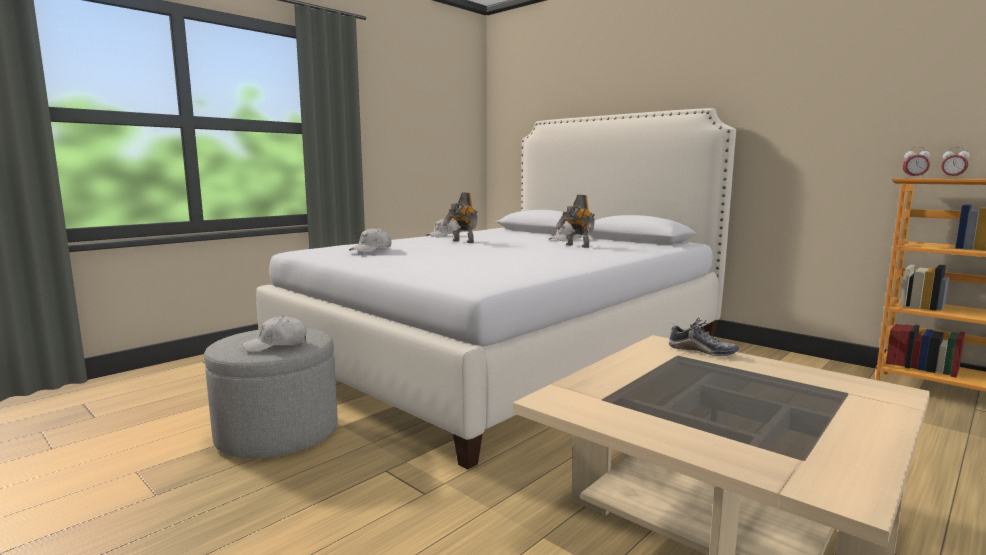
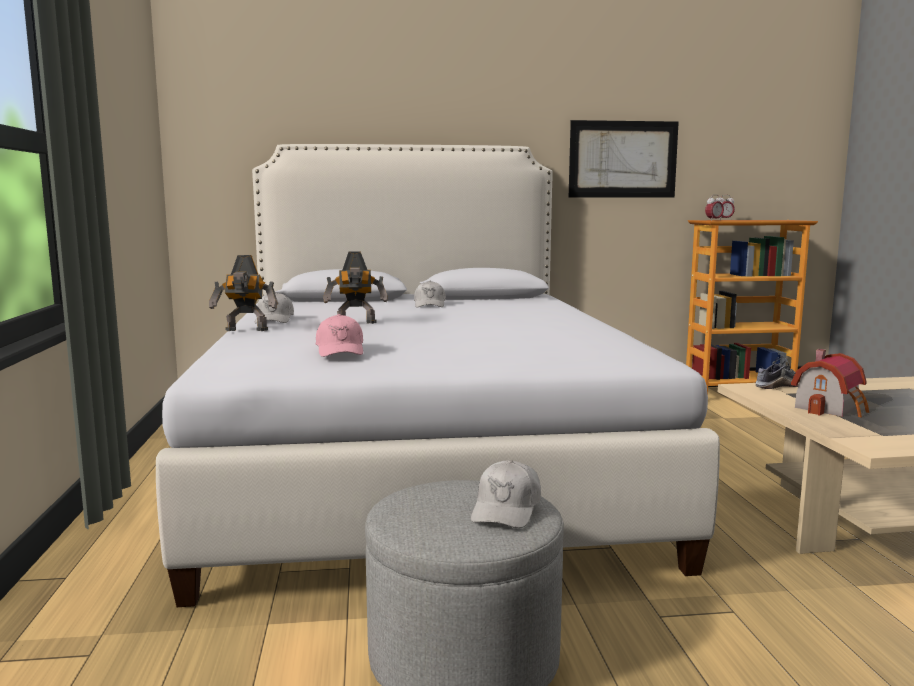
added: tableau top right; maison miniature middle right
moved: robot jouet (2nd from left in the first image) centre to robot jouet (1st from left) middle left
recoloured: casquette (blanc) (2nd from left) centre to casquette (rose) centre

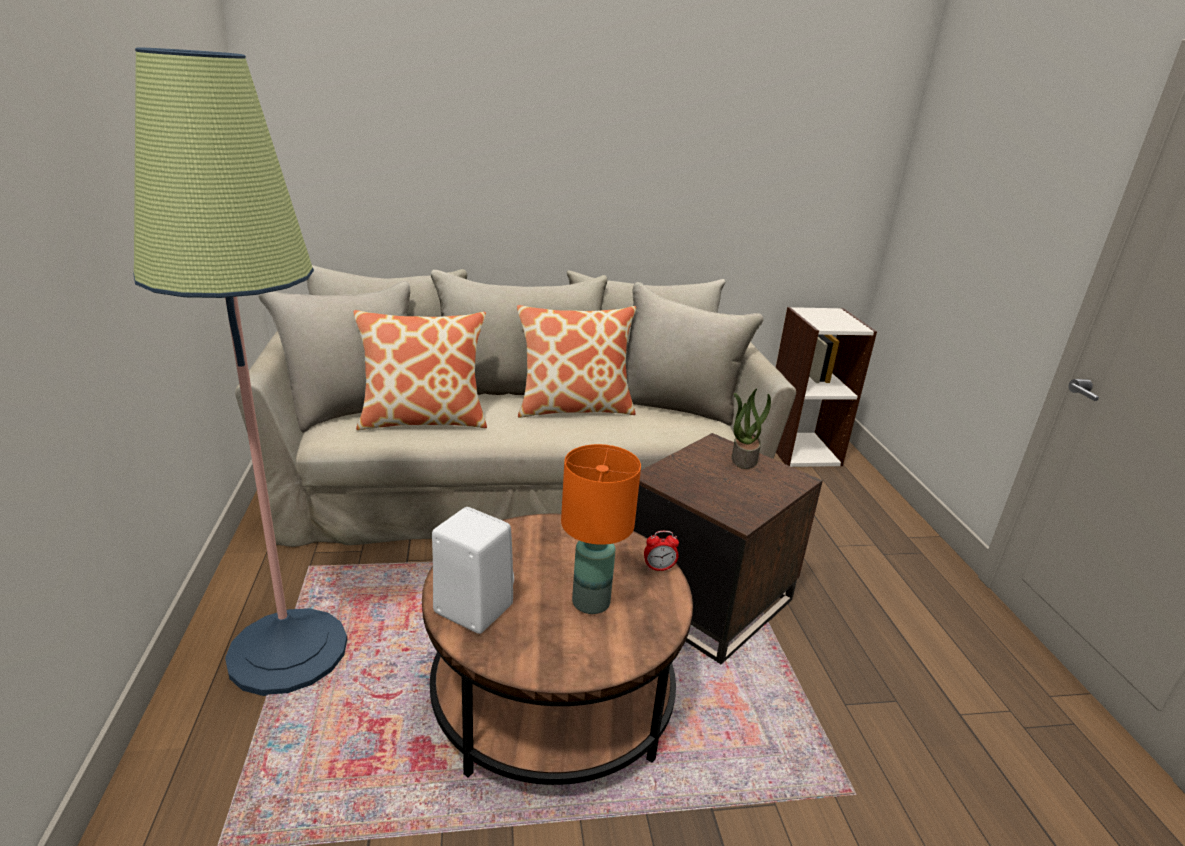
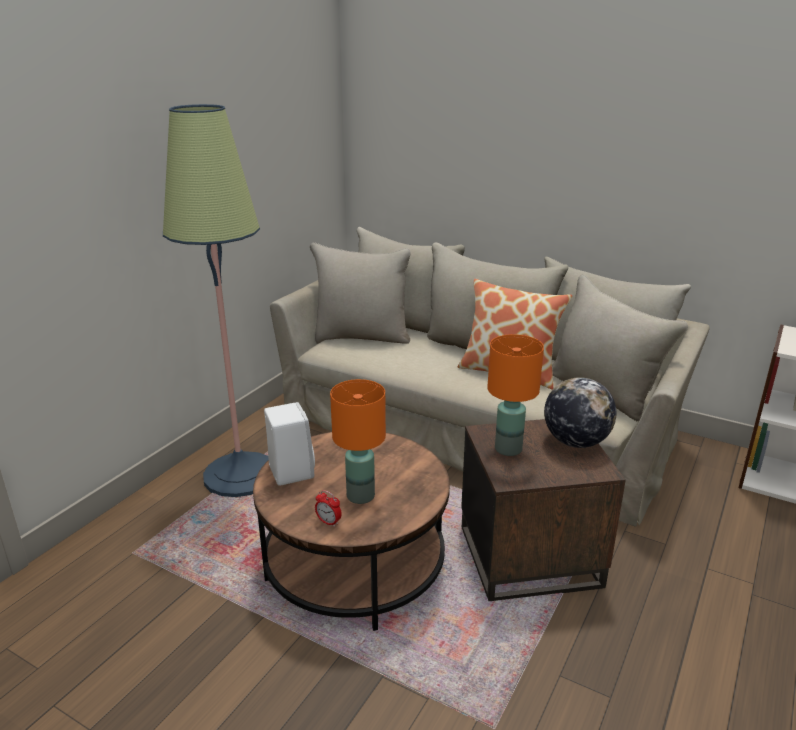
removed: coussin (1st from left) centre
added: lampe de table (orange) (2nd from left) centre
moved: réveil centre to bottom centre
replaced: plante en pot centre to globe middle right

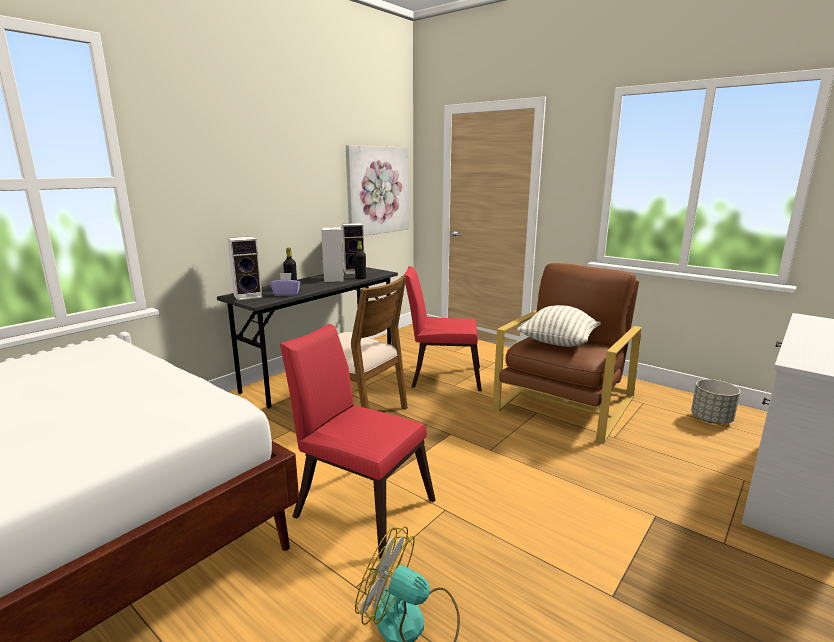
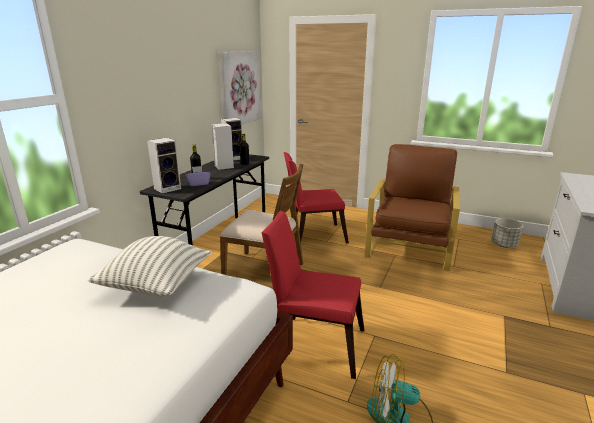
moved: coussin middle right to middle left

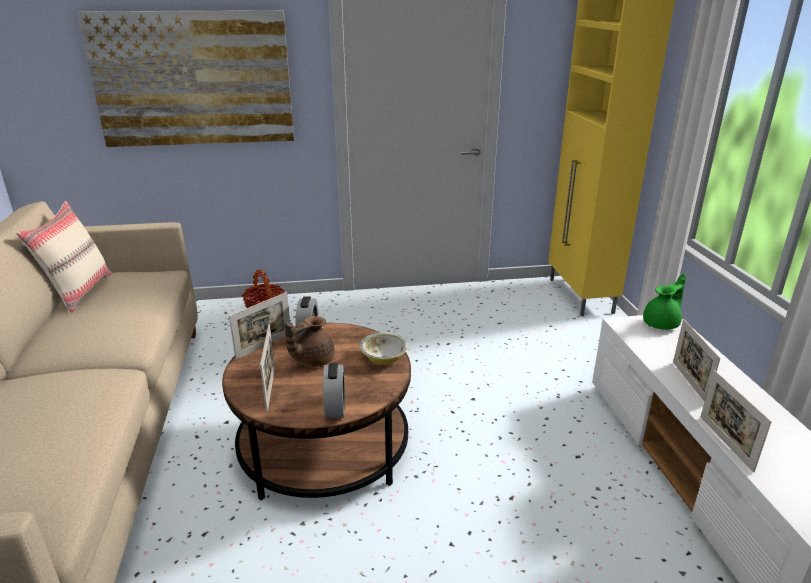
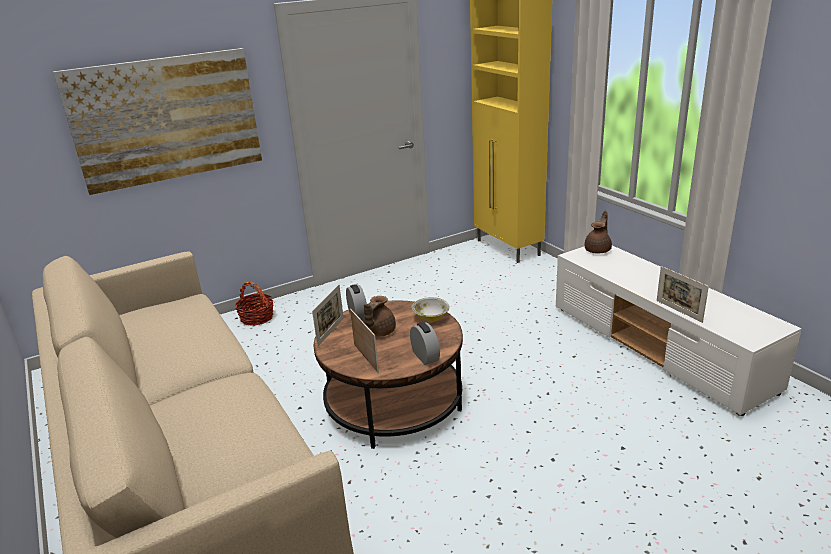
removed: coussin (beige) middle left; cadre photo (3rd from left) middle right
recoloured: théière (vert) middle right to théière (marron) (2nd from left) middle right

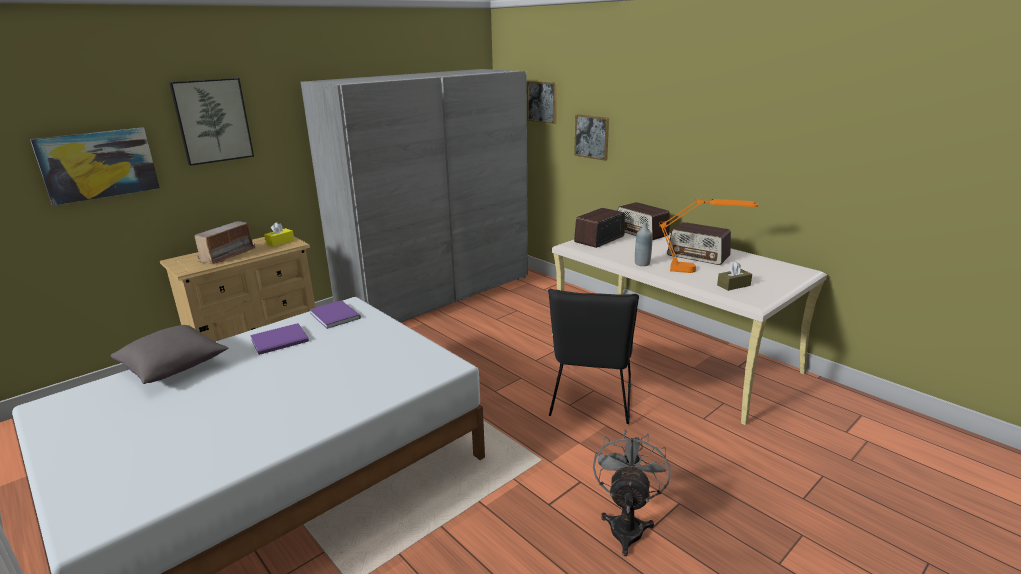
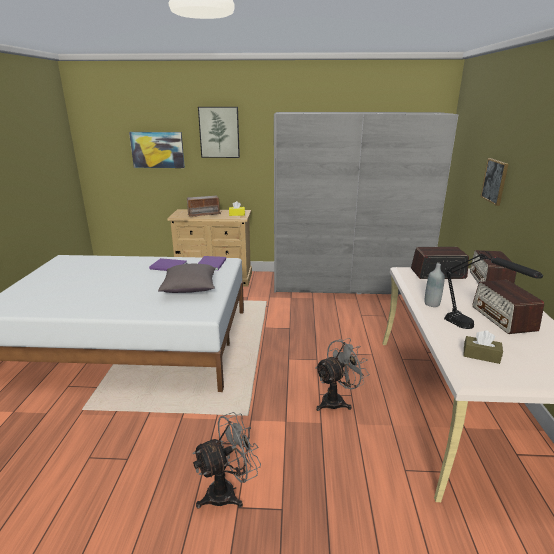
removed: tableau (3rd from left) top centre
moved: coussin (gris) middle left to centre
replaced: chaise (noir) centre to ventilateur (gris) (2nd from left) bottom centre
recoloured: lampe de table (orange) middle right to lampe de table (noir) middle right

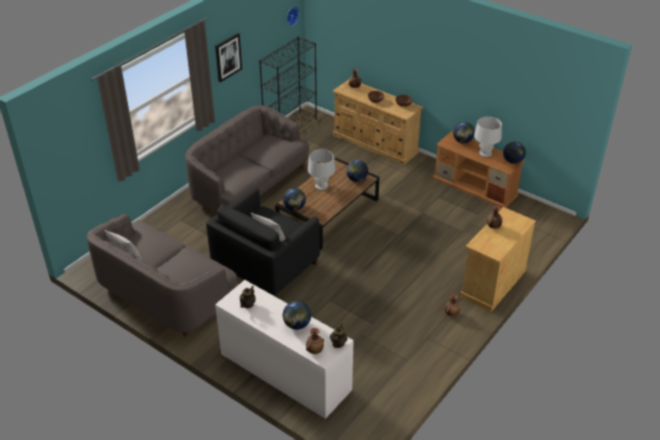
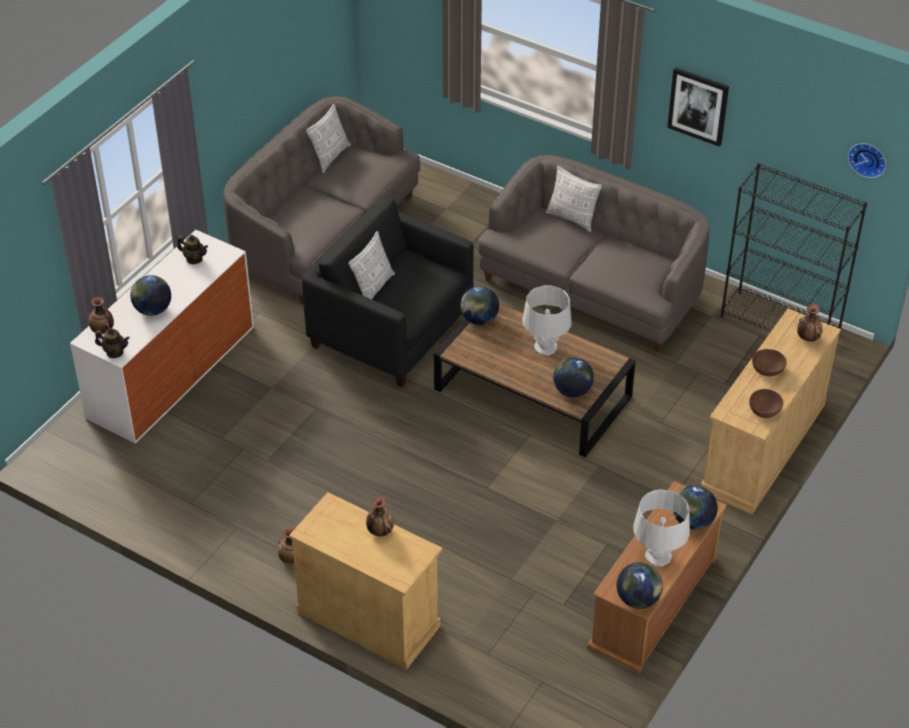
added: coussin (3rd from left) top centre

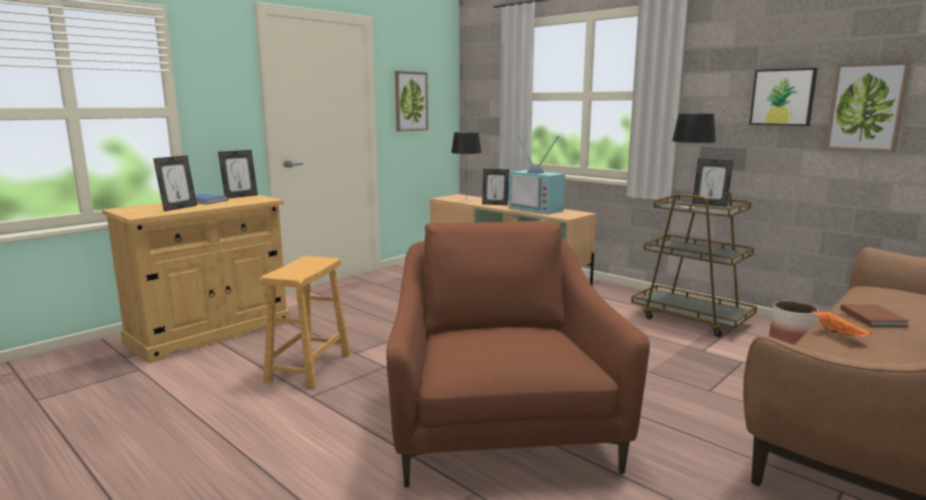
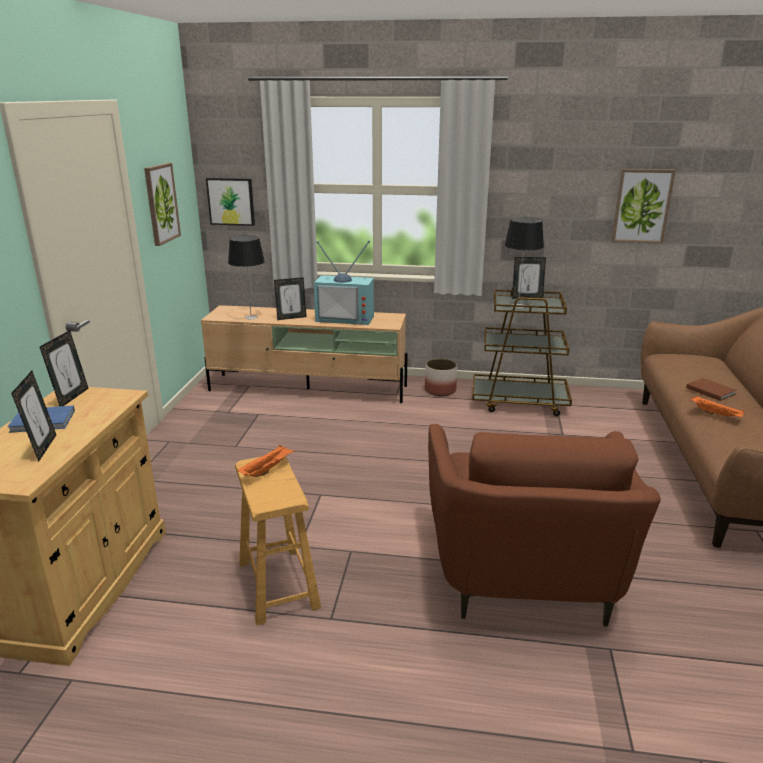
added: plateau (orange) (1st from left) centre
moved: tableau (2nd from left) top right to top left; cache-pot middle right to centre
turned: fauteuil (marron) bottom centre = bottom right 135 degrees counterclockwise

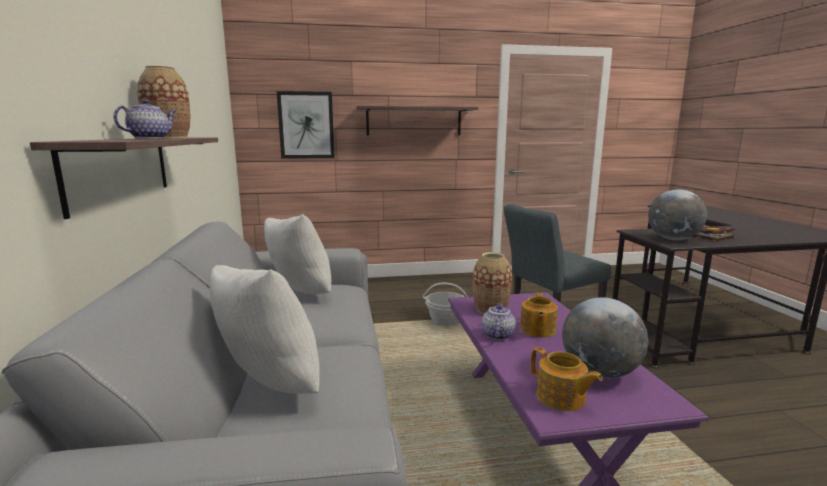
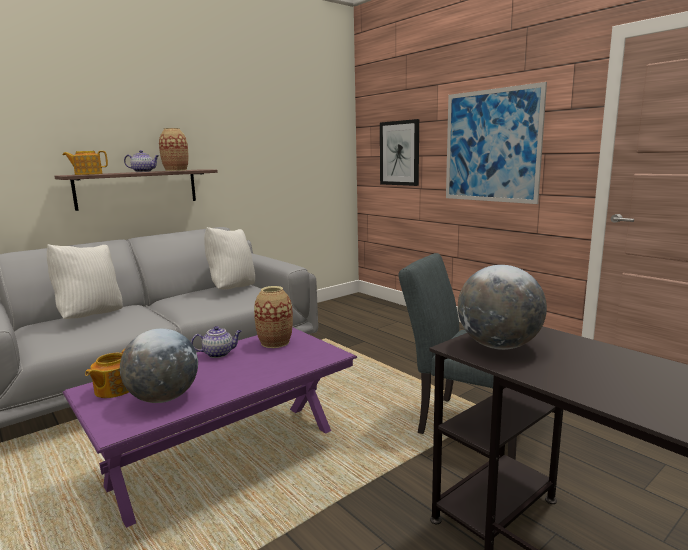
removed: panier centre; livre middle right
moved: théière (3rd from left in the first image) centre to théière (1st from left) top left
replaced: étagère (2nd from left) top centre to tableau (2nd from left) top right

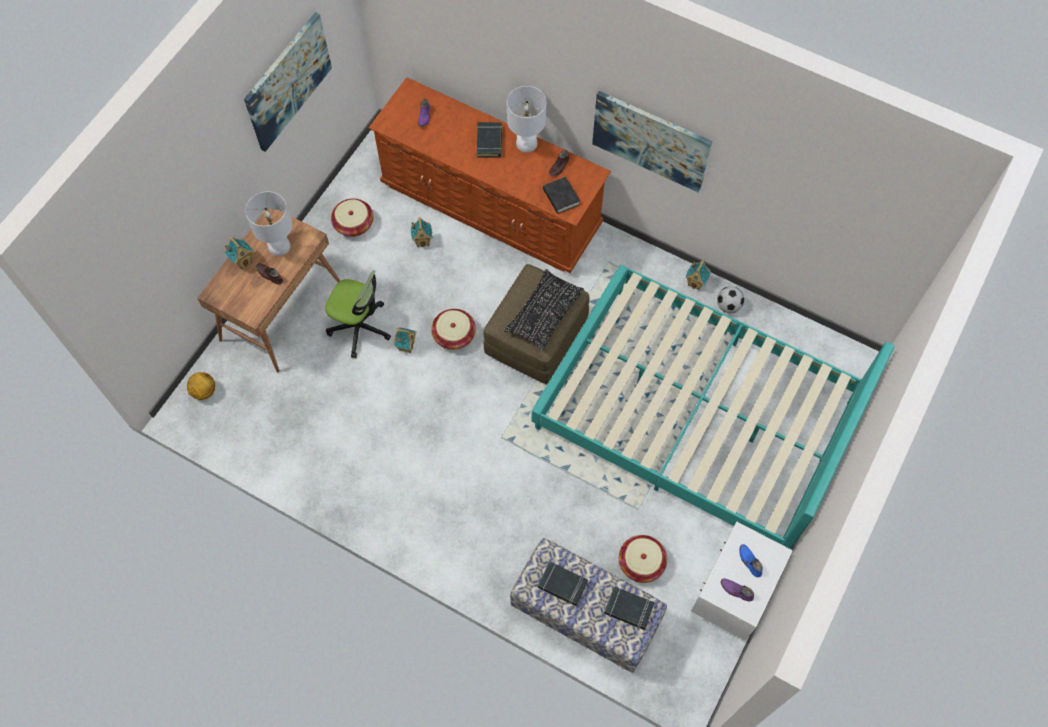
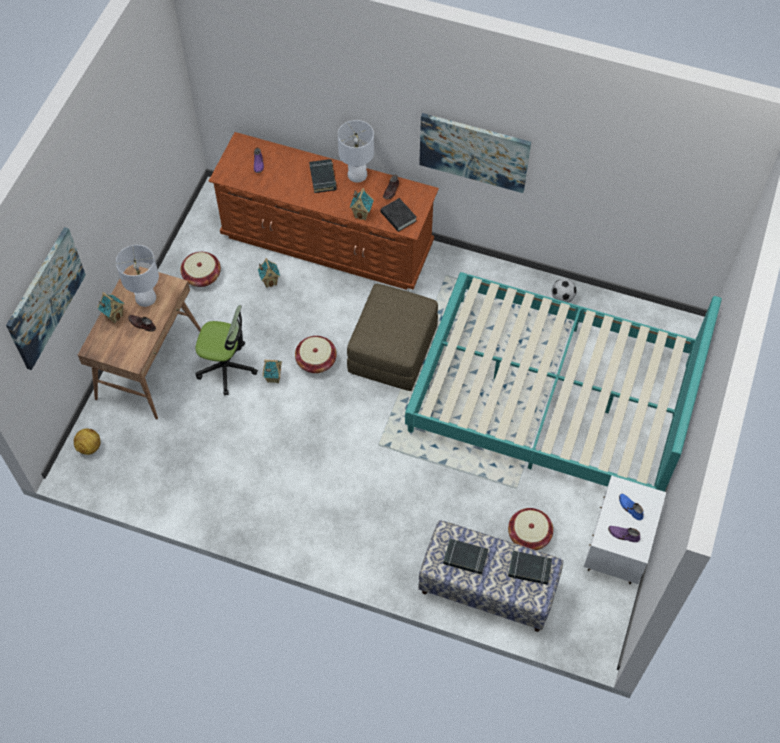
removed: coussin (noir) centre
moved: tableau (1st from left) top left to middle left; maison miniature (4th from left) centre to top centre

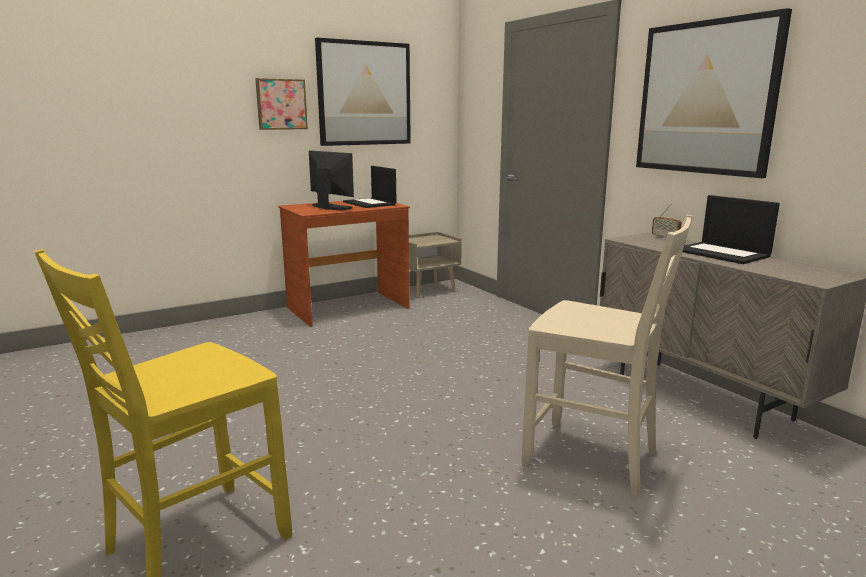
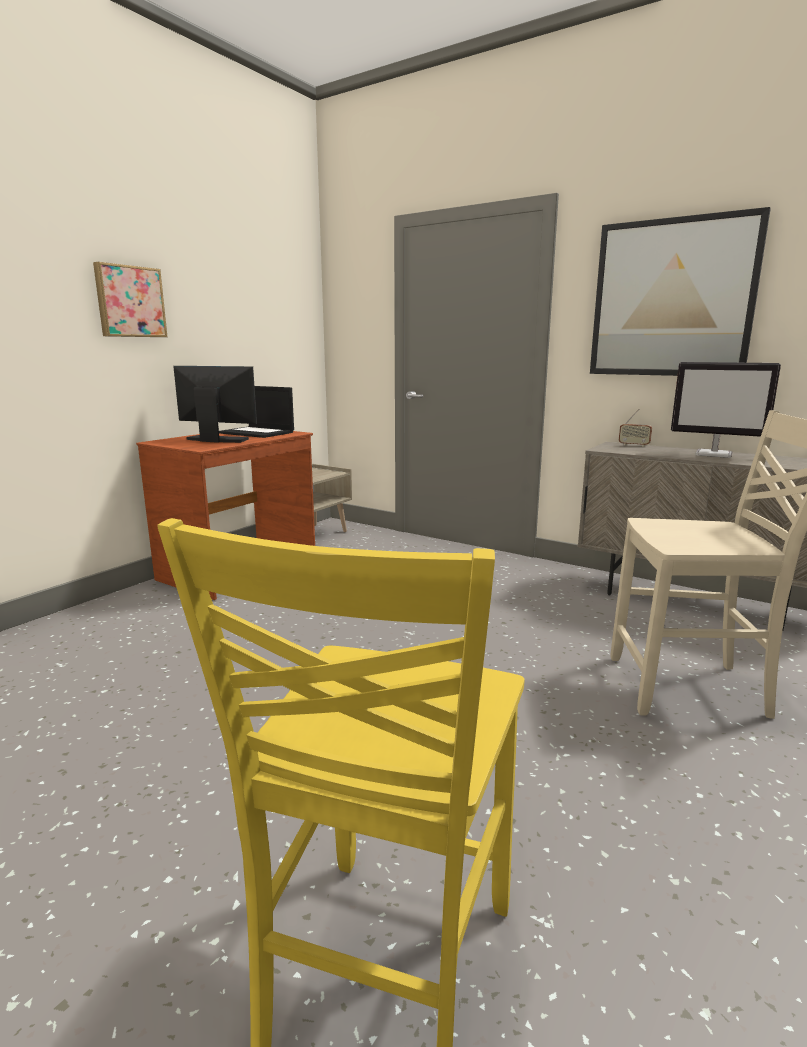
removed: tableau (2nd from left) top centre
replaced: ordinateur portable (2nd from left) middle right to écran d'ordinateur (2nd from left) middle right

